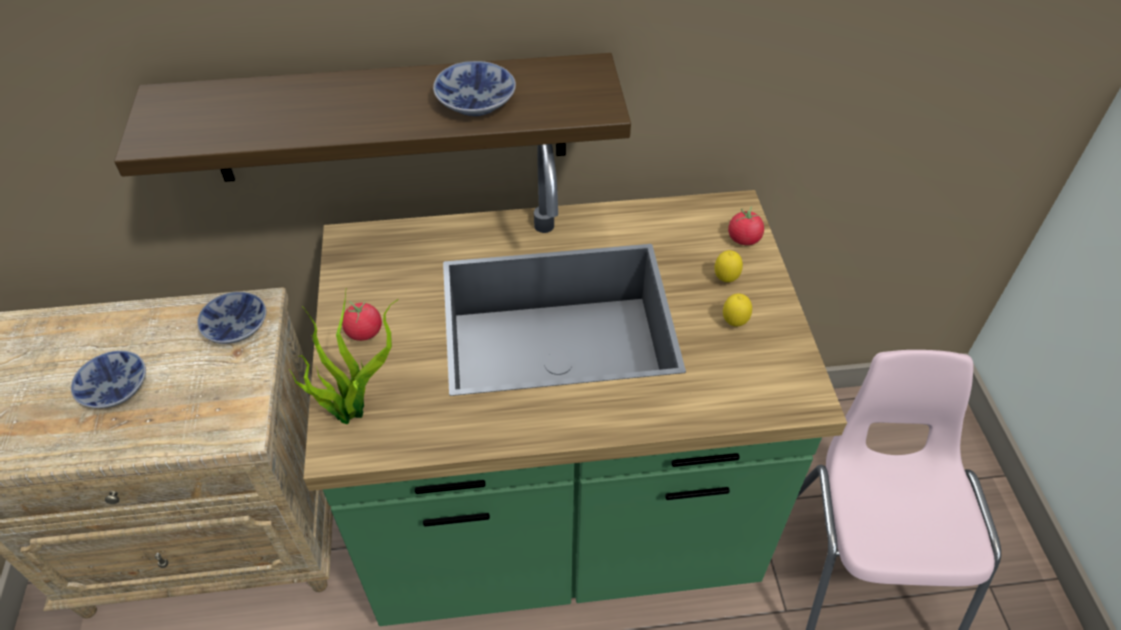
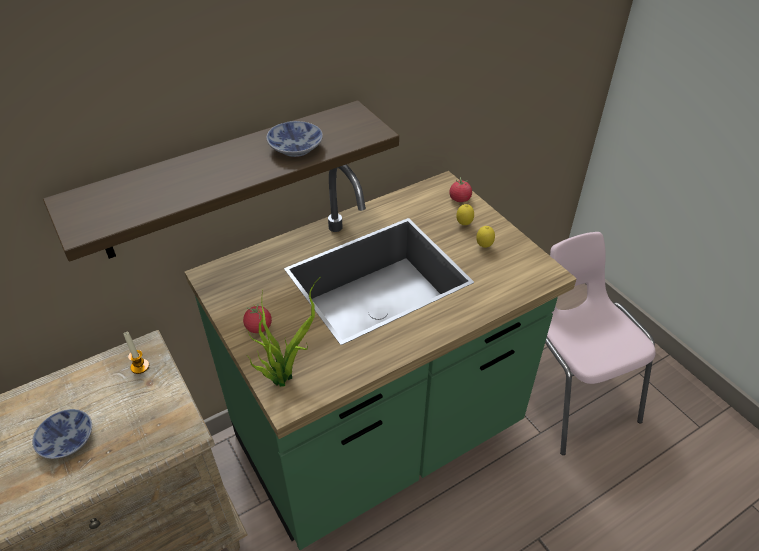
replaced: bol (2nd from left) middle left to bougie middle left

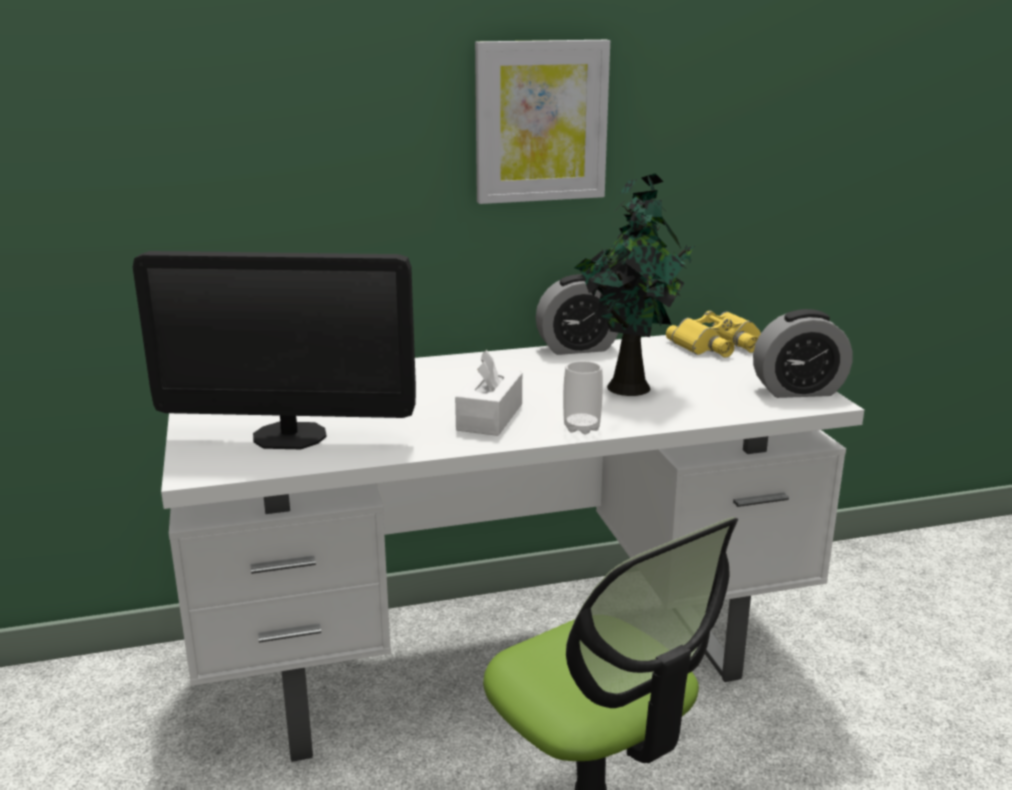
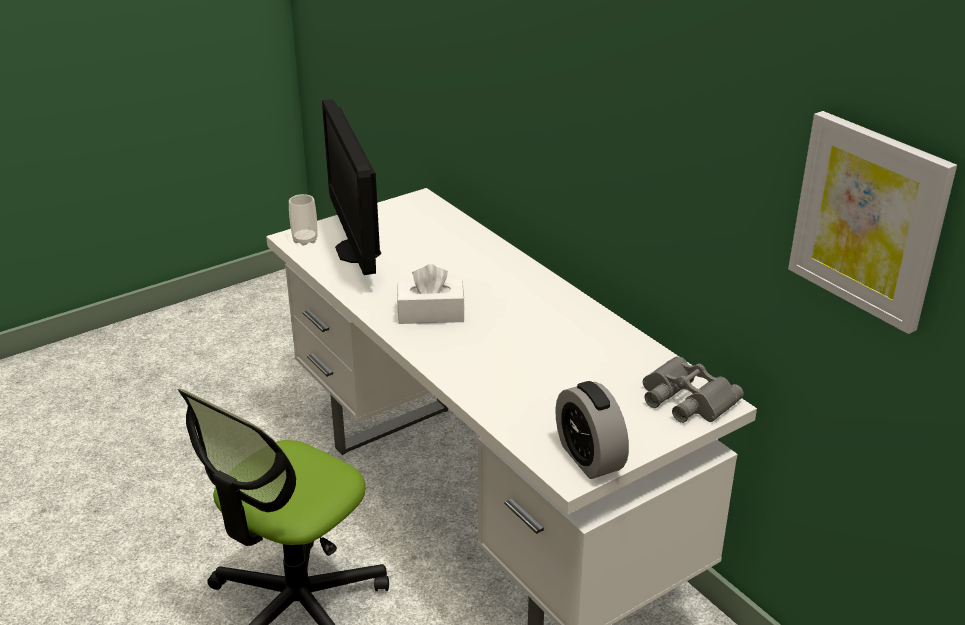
removed: réveil (1st from left) centre; plante en pot centre
moved: tableau top centre to middle right; tasse centre to middle left
recoloured: jumelles (jaune) middle right to jumelles (gris) middle right

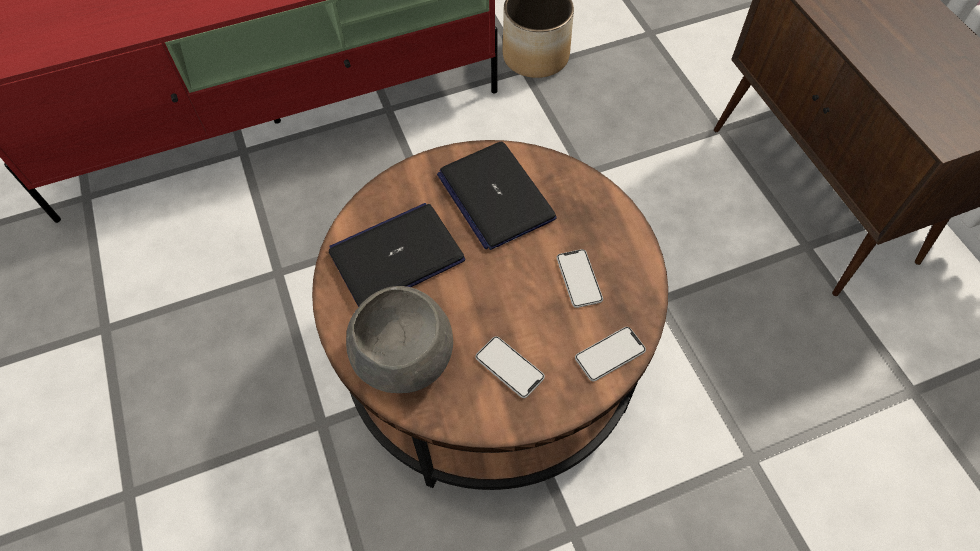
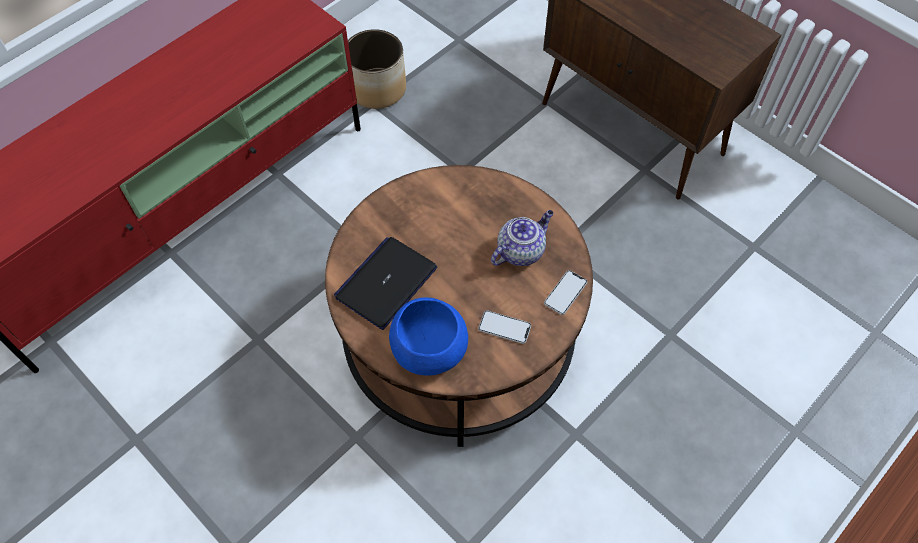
removed: ordinateur portable (2nd from left) centre
replaced: téléphone (2nd from left) centre to théière centre
recoloured: bol (gris) centre to bol (bleu) centre

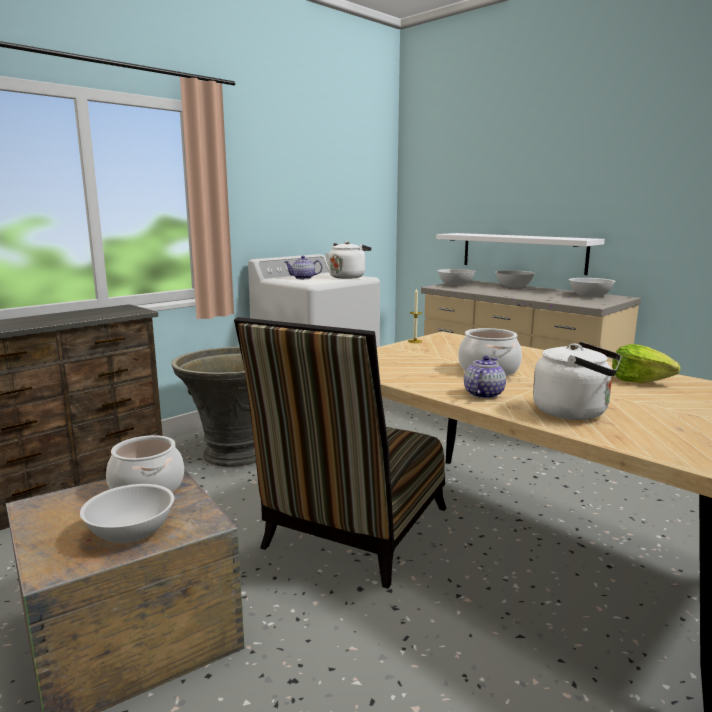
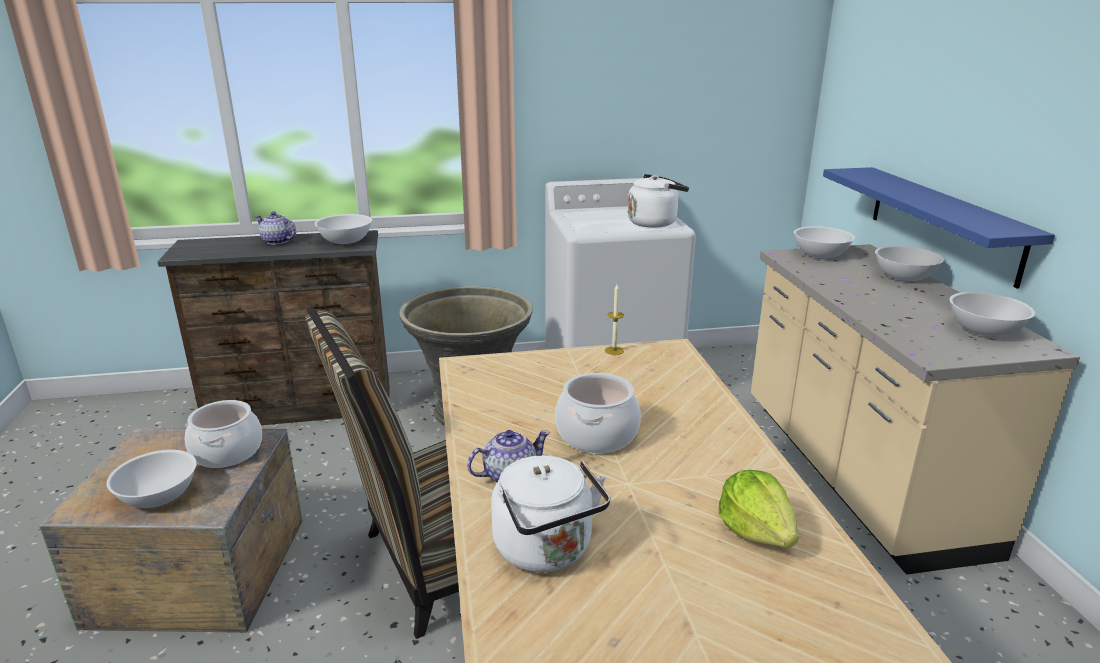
added: bol (blanc) (2nd from left) middle left
moved: théière (1st from left) centre to middle left
recoloured: étagère (blanc) middle right to étagère (bleu) middle right

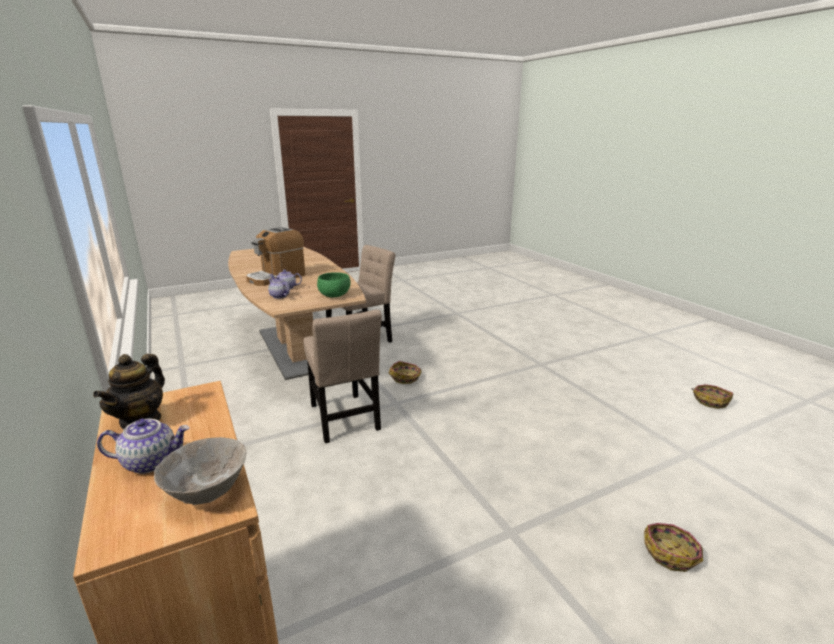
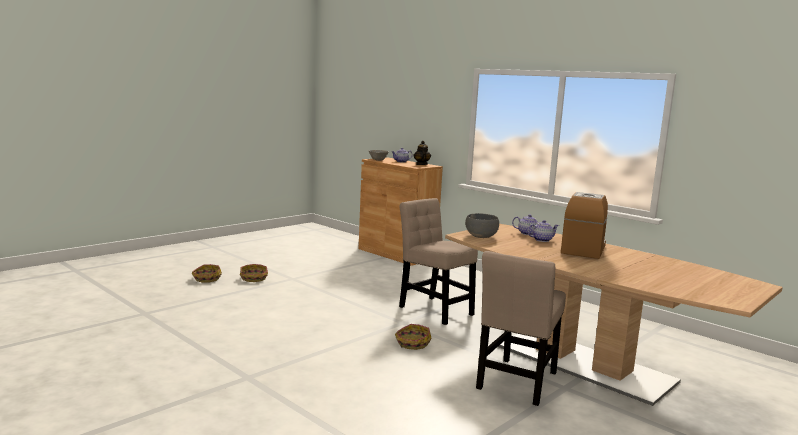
moved: panier (3rd from left in the first image) middle right to panier (2nd from left) middle left
recoloured: bol (vert) centre to bol (gris) (2nd from left) centre

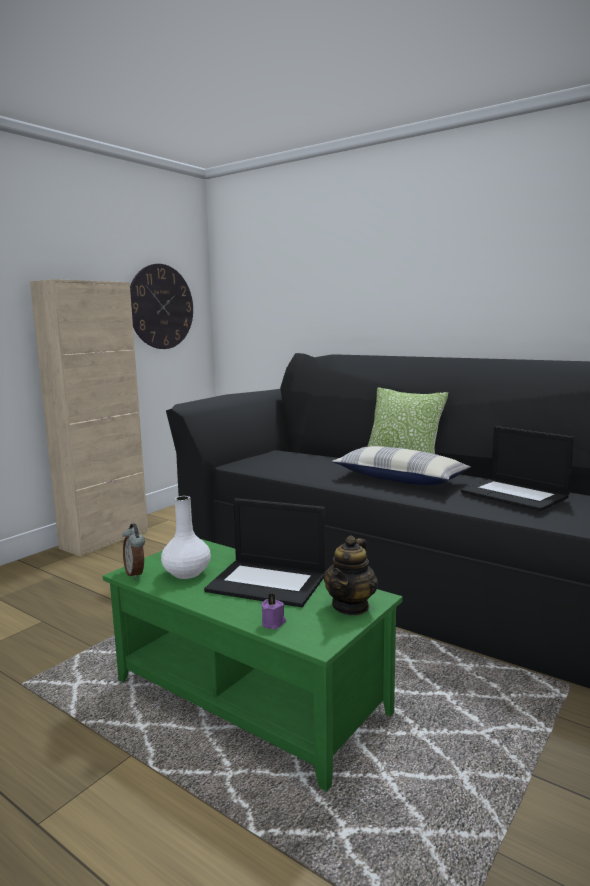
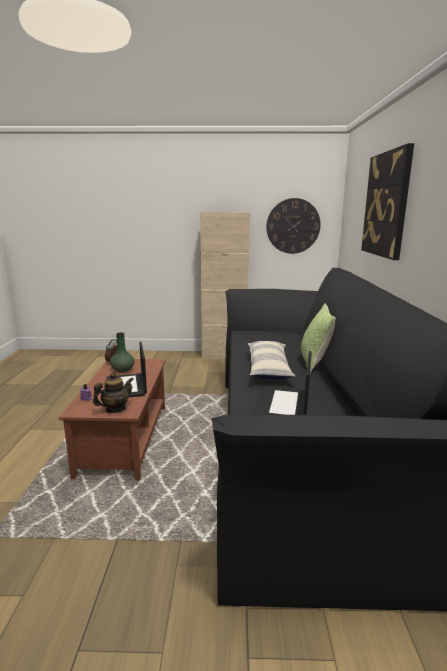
added: tableau top right
recoloured: table basse (vert) bottom centre to table basse (marron) middle left; vase (blanc) middle left to vase (vert) middle left
turned: théière centre = middle left 150 degrees clockwise

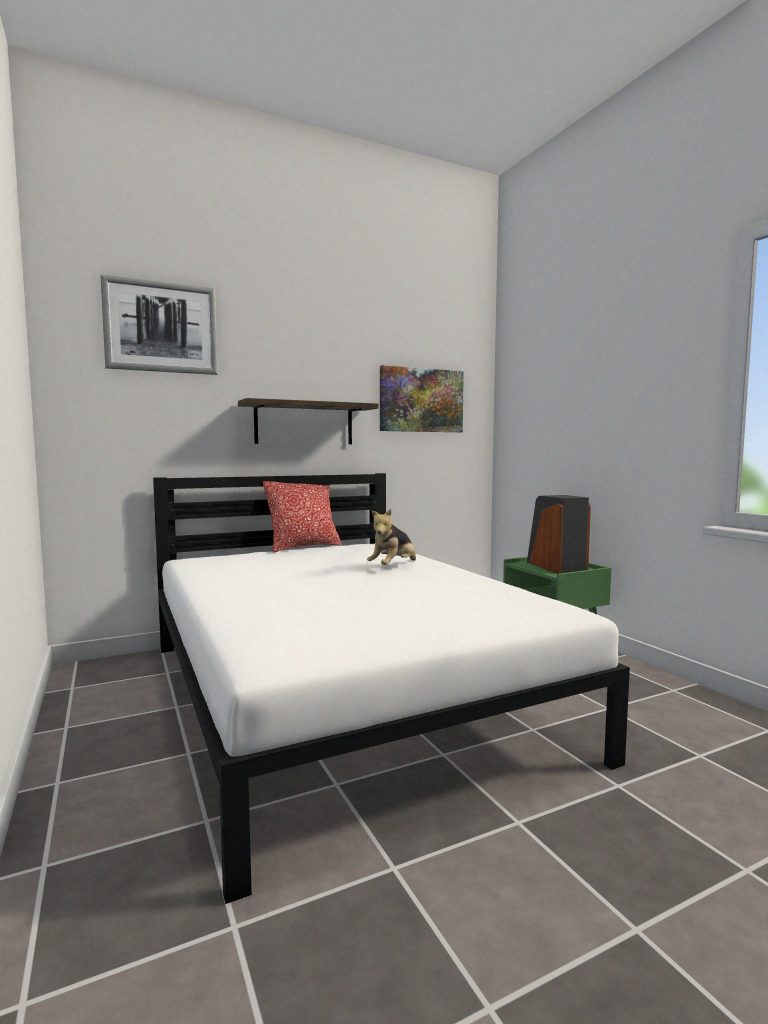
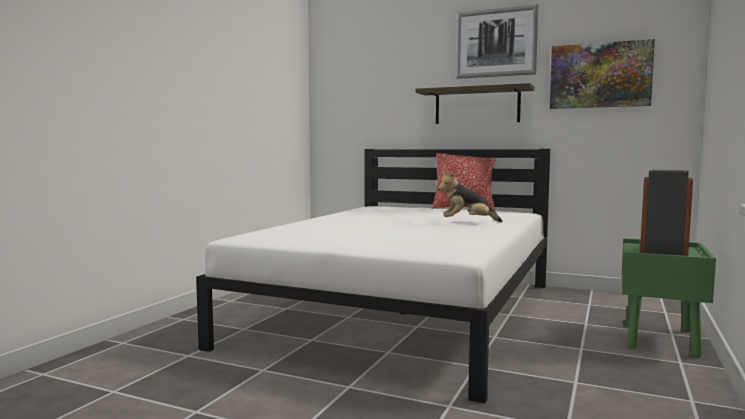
moved: tableau (1st from left) top left to top right

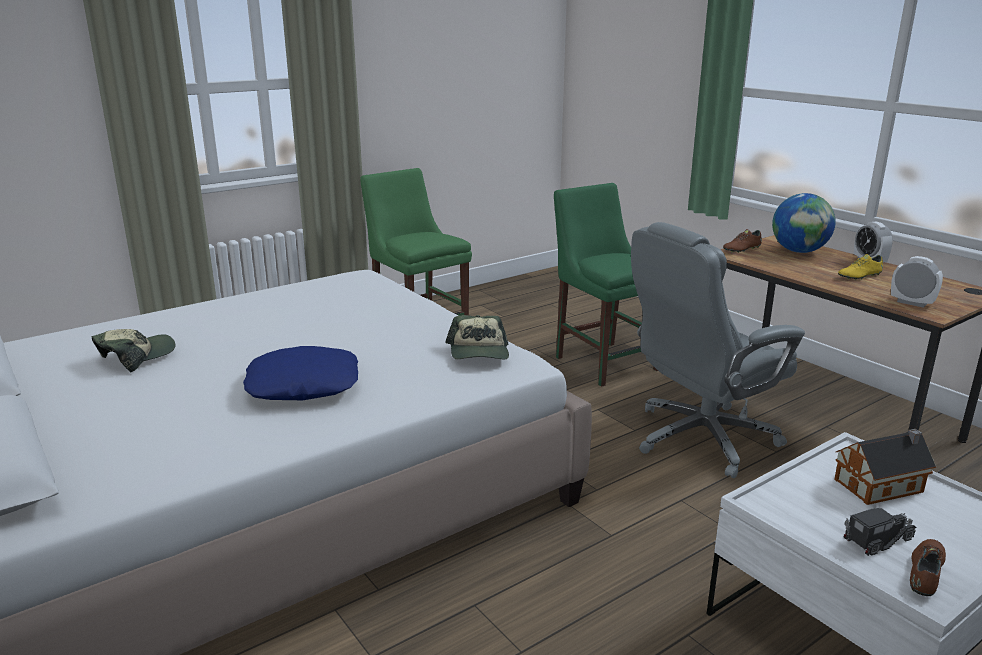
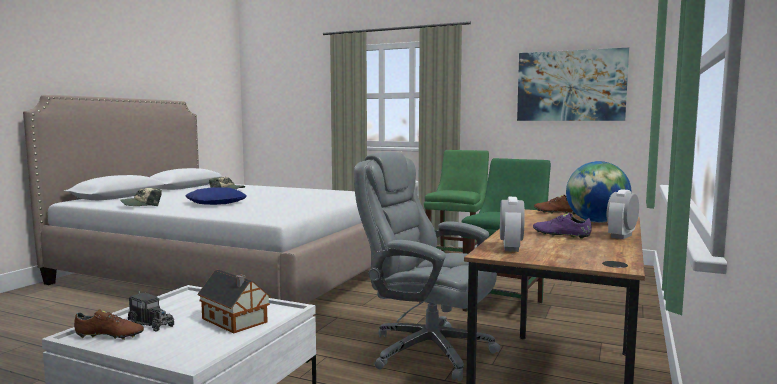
added: tableau top right
moved: casquette (2nd from left in the first image) centre to casquette (1st from left) middle left
recoloured: chaussure (jaune) middle right to chaussure (violet) middle right

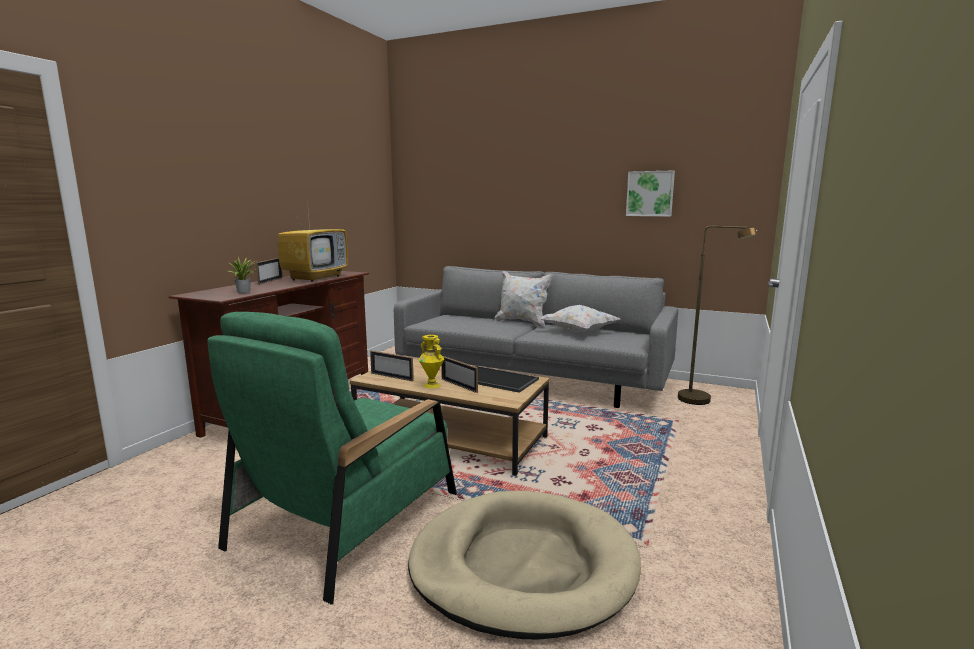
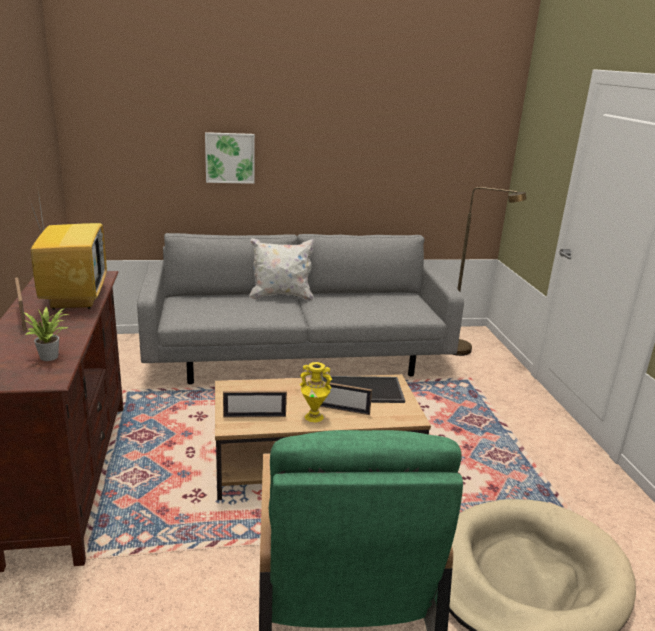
removed: coussin (blanc) (2nd from left) centre
moved: tableau top right to top centre

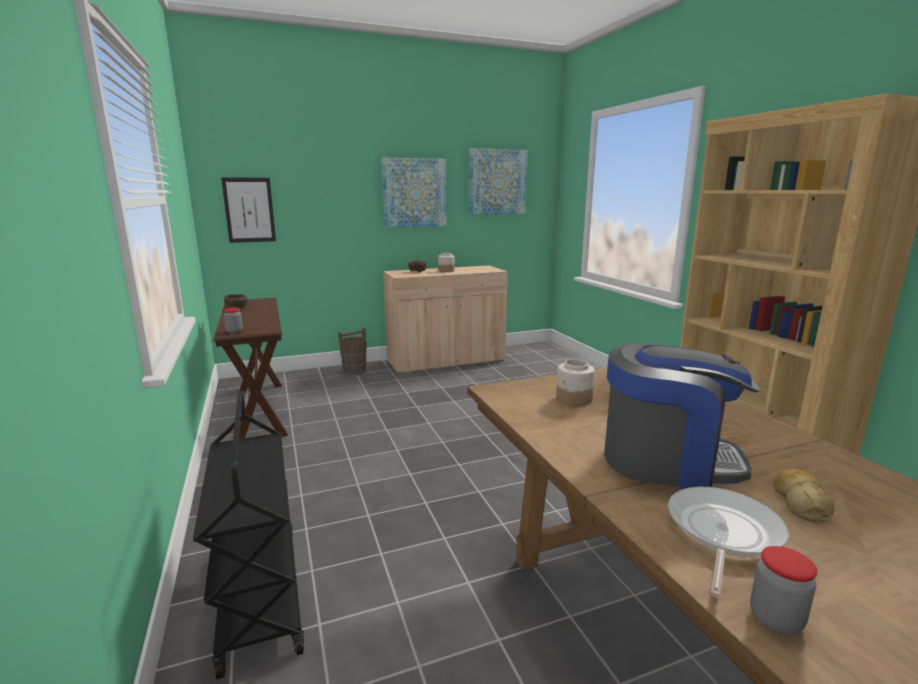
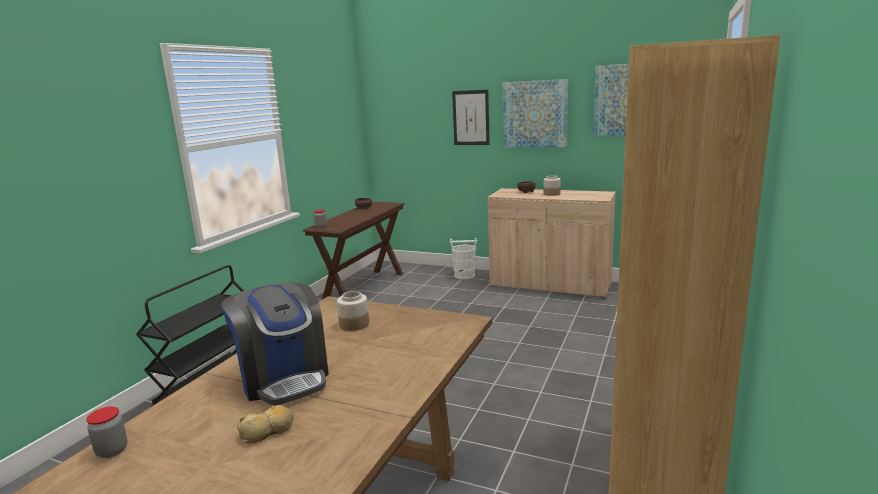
removed: poêle bottom right
moved: tableau (1st from left) top left to top centre
recoloured: seau (marron) centre to seau (blanc) centre

